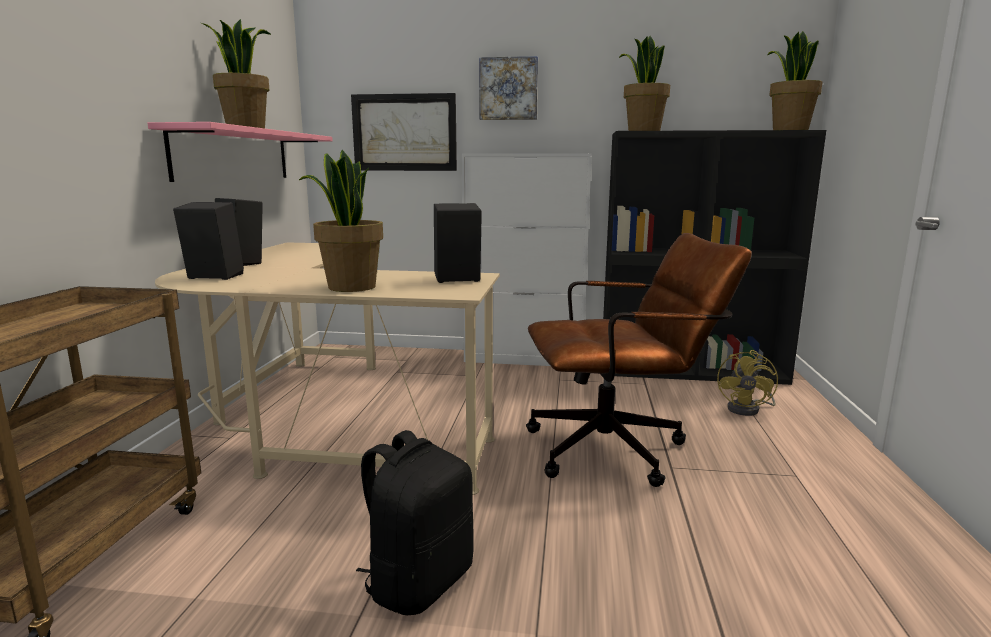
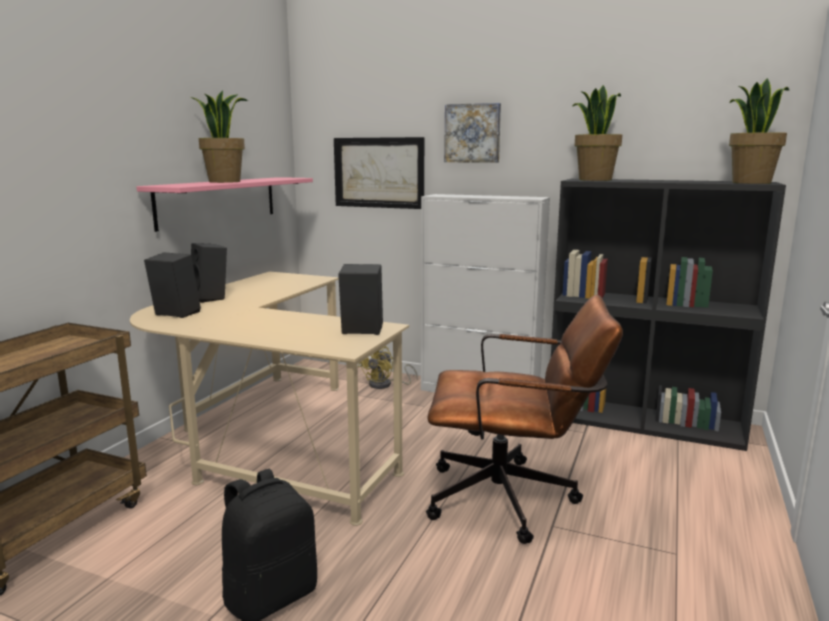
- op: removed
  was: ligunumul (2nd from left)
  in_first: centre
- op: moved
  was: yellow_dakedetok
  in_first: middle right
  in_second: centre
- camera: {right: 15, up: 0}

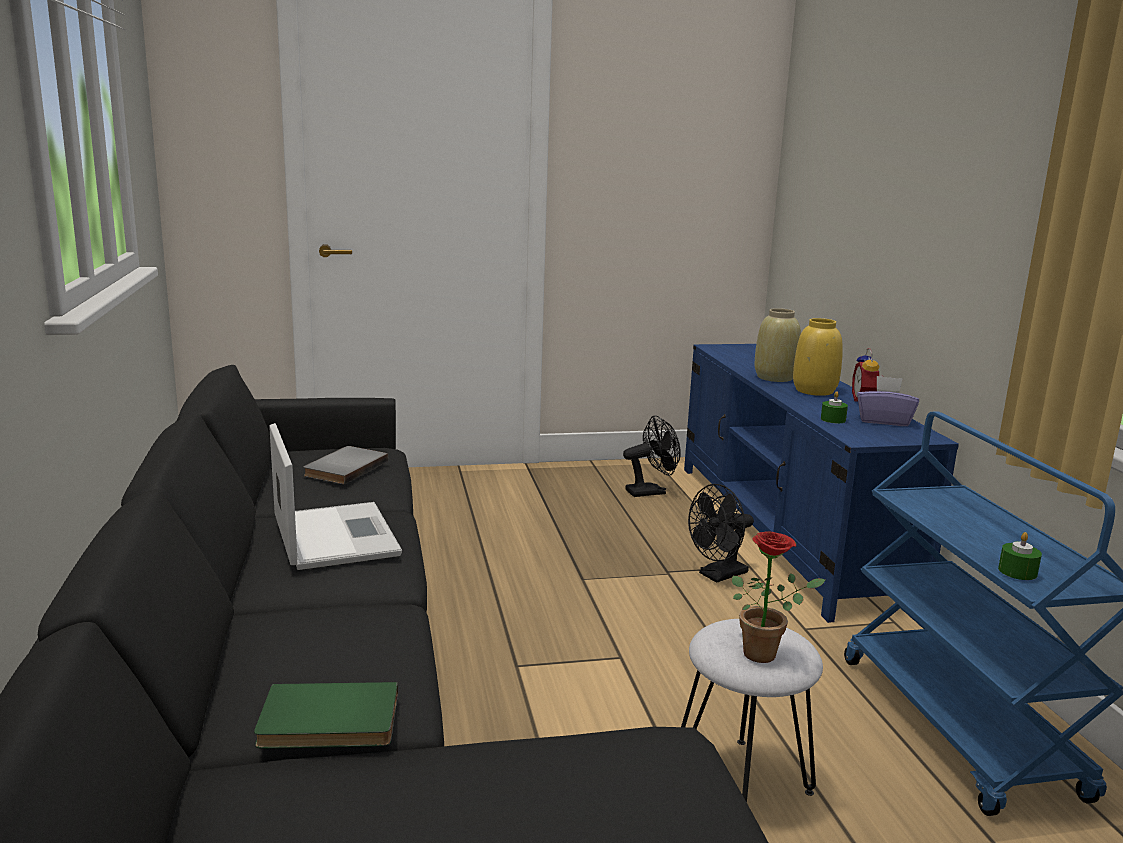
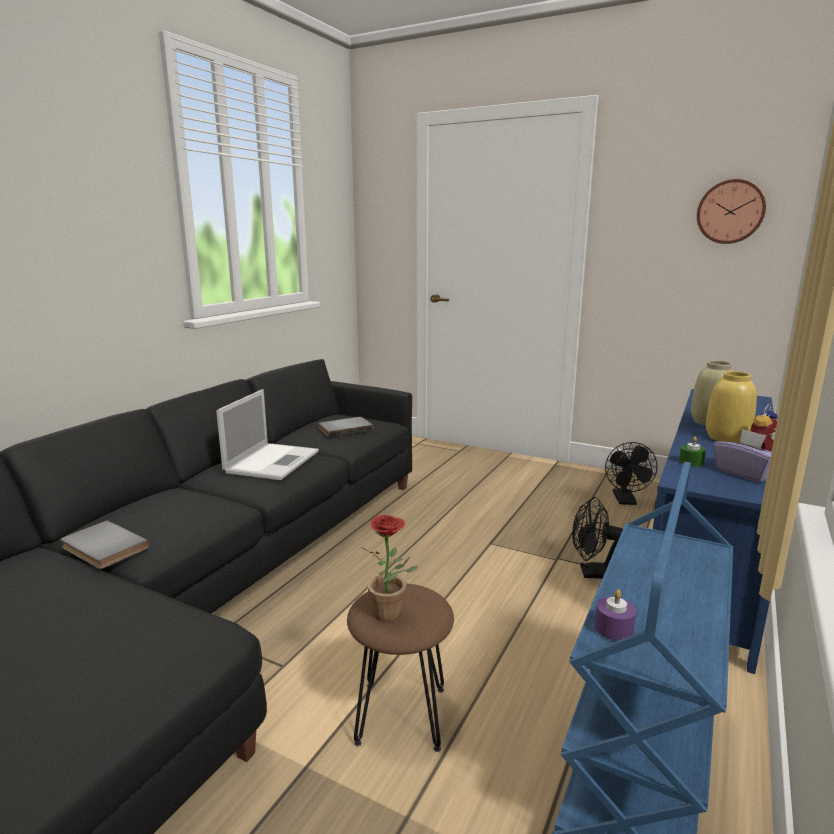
- op: turned
  was: black_dakedetok (1st from left in the first image)
  in_first: centre
  in_second: middle right
  clockwise: 75
- op: recoloured
  was: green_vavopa (2nd from left)
  now: purple_vavopa
  in_first: middle right
  in_second: bottom right
- op: recoloured
  was: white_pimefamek
  now: brown_pimefamek
  in_first: bottom right
  in_second: bottom centre
- op: recoloured
  was: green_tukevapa
  now: grey_tukevapa (1st from left)
  in_first: bottom left
  in_second: middle left
- op: added
  now: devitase
  in_second: top right
- camera: {right: 40, up: 0}

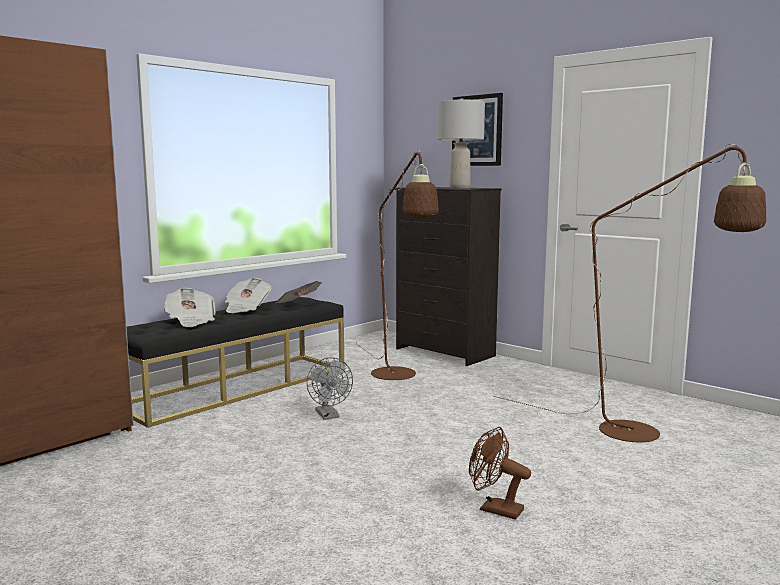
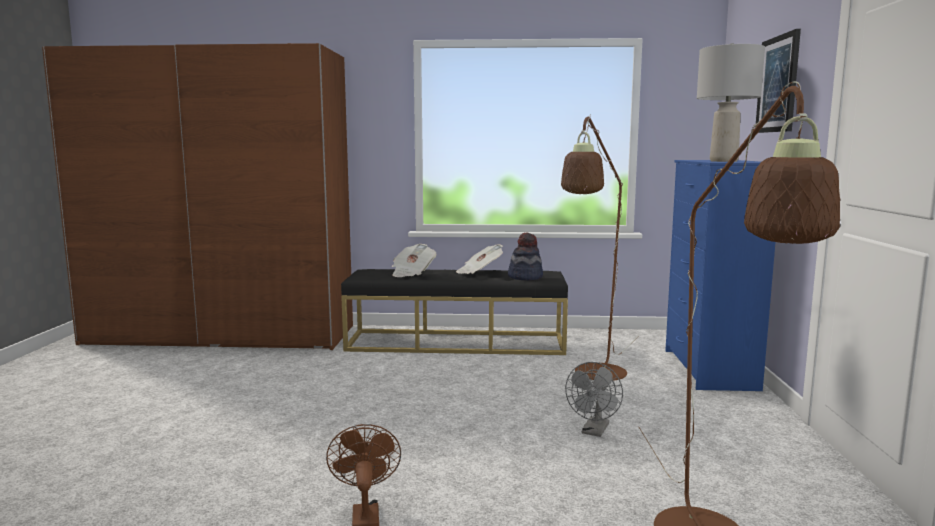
- op: recoloured
  was: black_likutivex
  now: blue_likutivex
  in_first: centre
  in_second: middle right
- op: replaced
  was: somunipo (3rd from left)
  now: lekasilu
  in_first: centre
  in_second: centre
- op: moved
  was: grey_dakedetok
  in_first: centre
  in_second: bottom centre
- camera: {right: 50, up: 0}

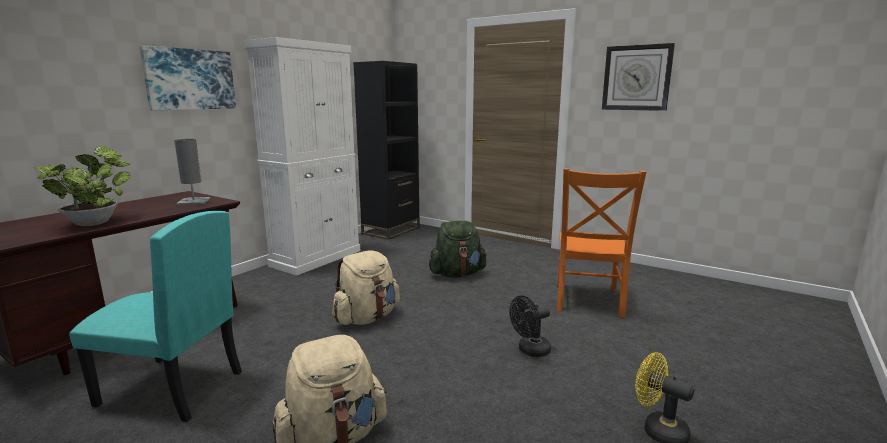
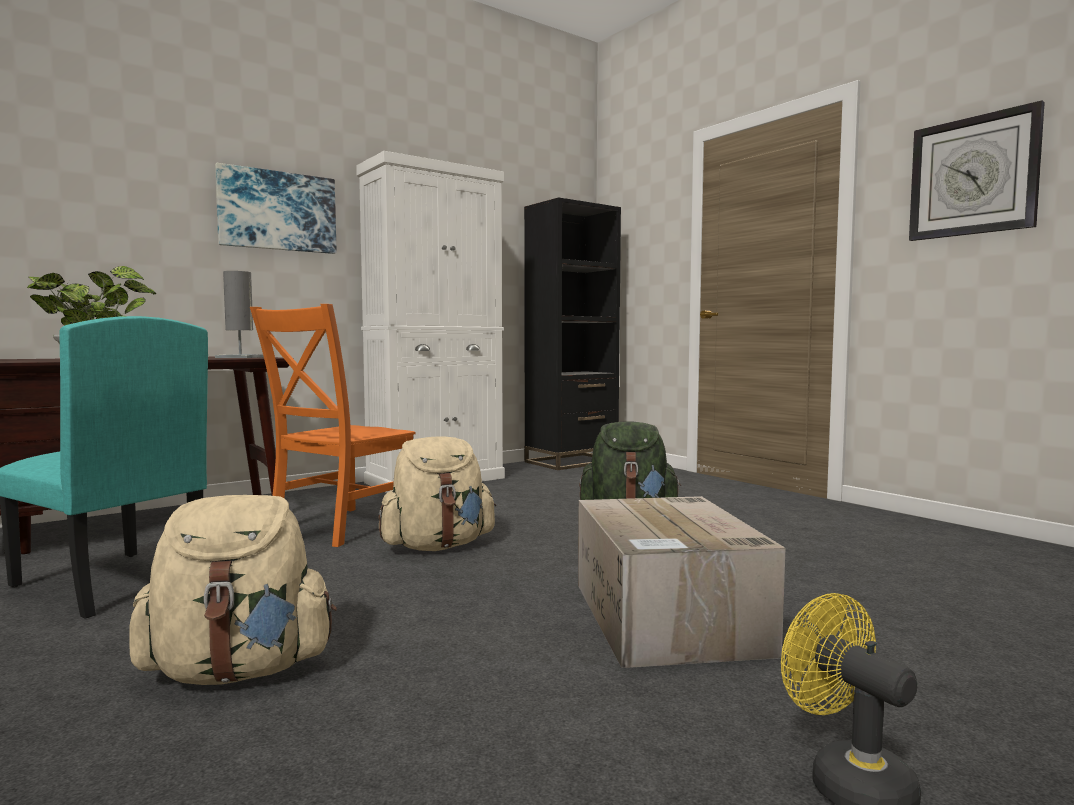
- op: moved
  was: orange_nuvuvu
  in_first: middle right
  in_second: middle left
- op: replaced
  was: black_dakedetok
  now: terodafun
  in_first: bottom centre
  in_second: bottom centre
- camera: {right: 20, up: -10}

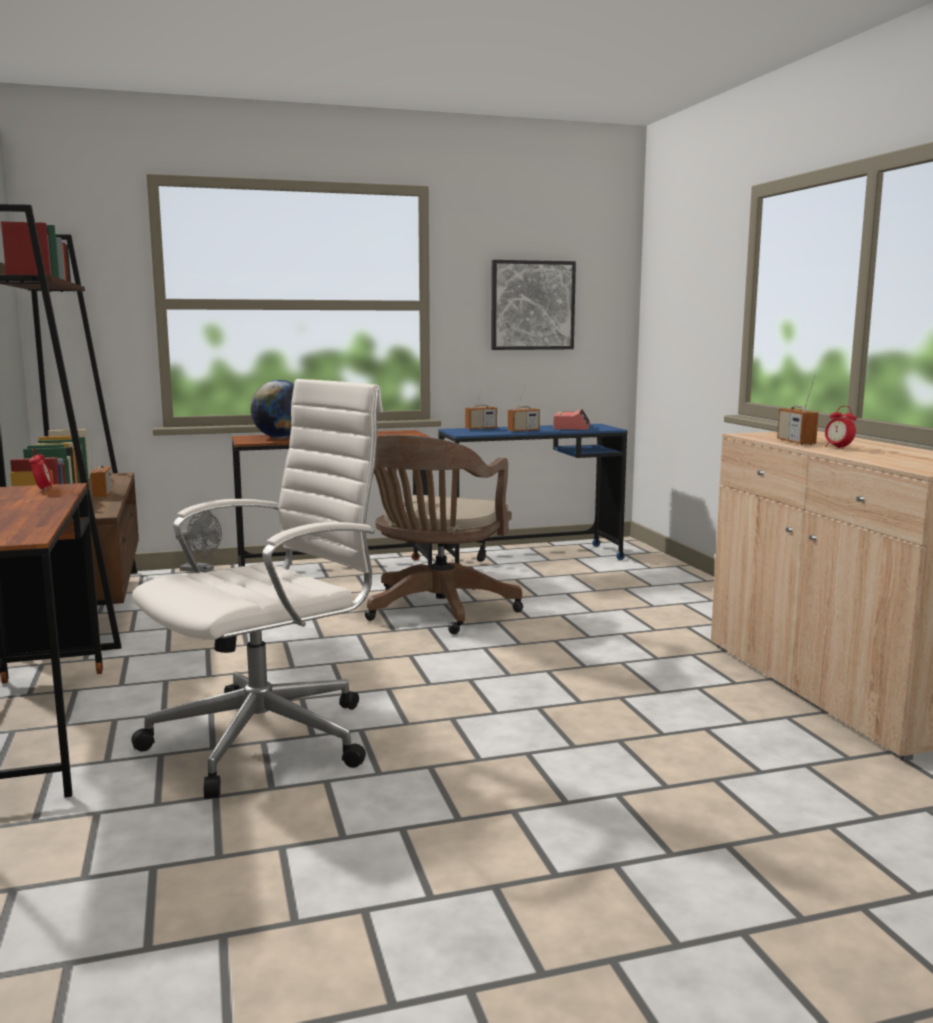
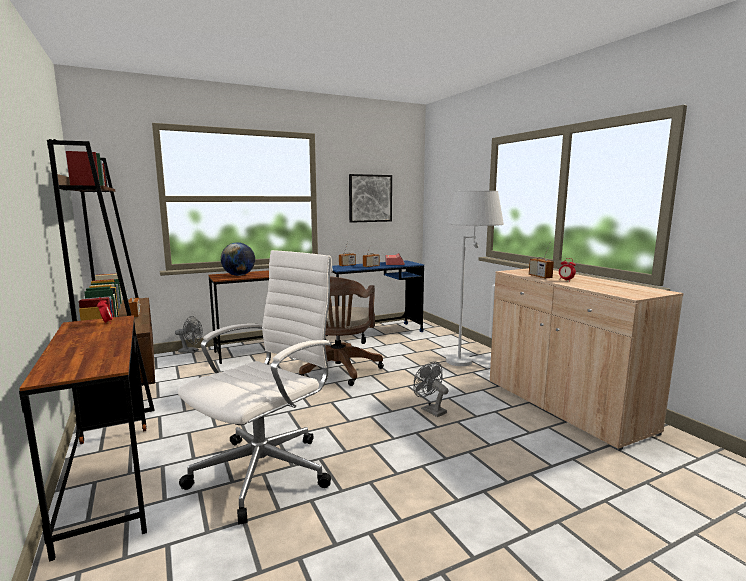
- op: added
  now: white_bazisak
  in_second: centre
- op: added
  now: grey_dakedetok (2nd from left)
  in_second: bottom centre
- camera: {right: -10, up: 0}

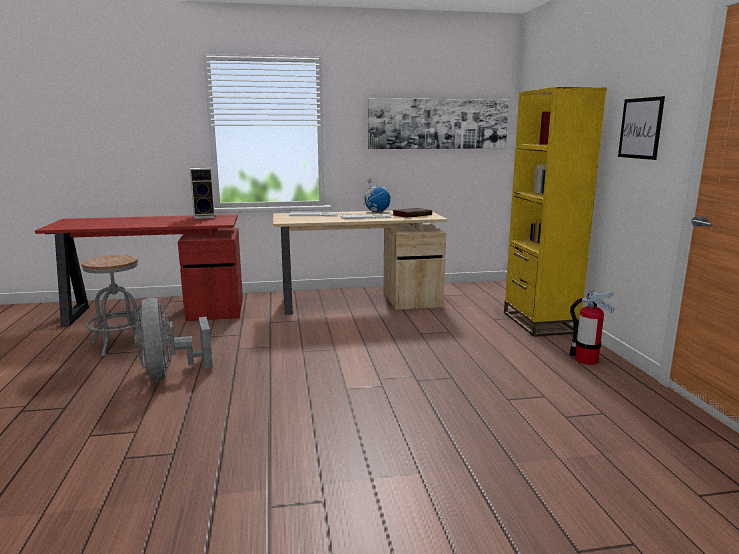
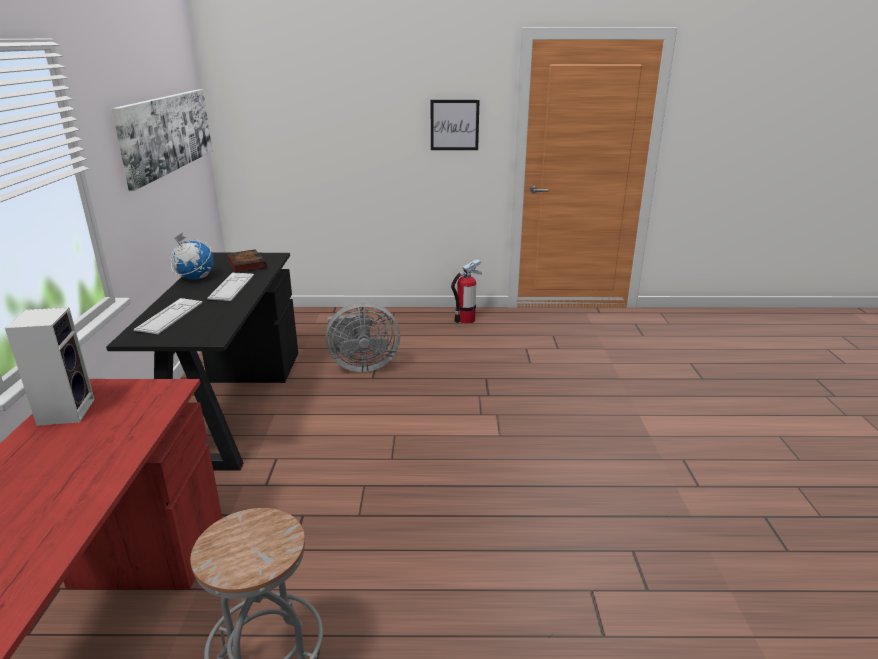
- op: removed
  was: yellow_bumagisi
  in_first: middle right
- op: recoloured
  was: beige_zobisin
  now: black_zobisin
  in_first: centre
  in_second: middle left
- op: moved
  was: grey_dakedetok
  in_first: middle left
  in_second: centre
- camera: {right: -80, up: 10}

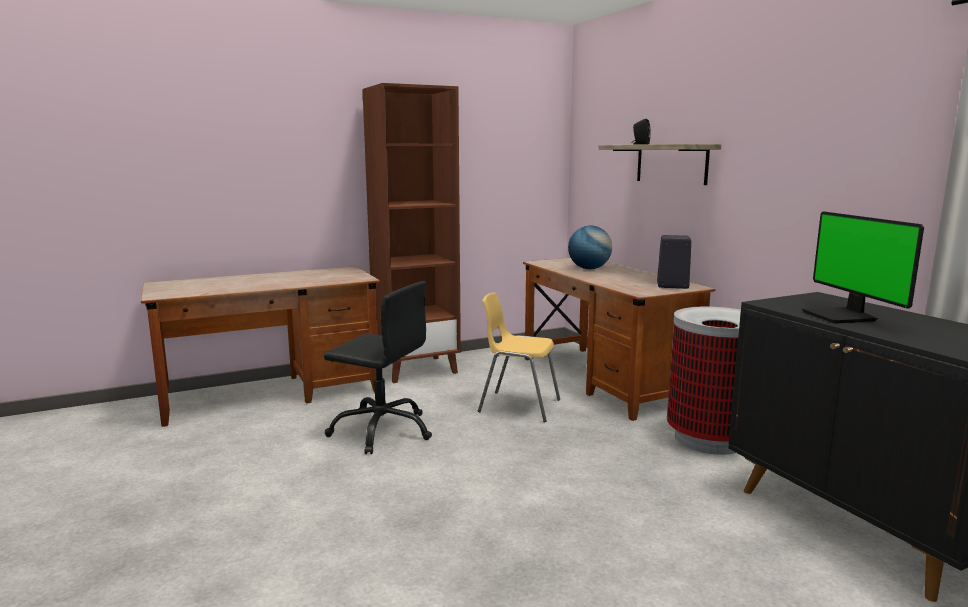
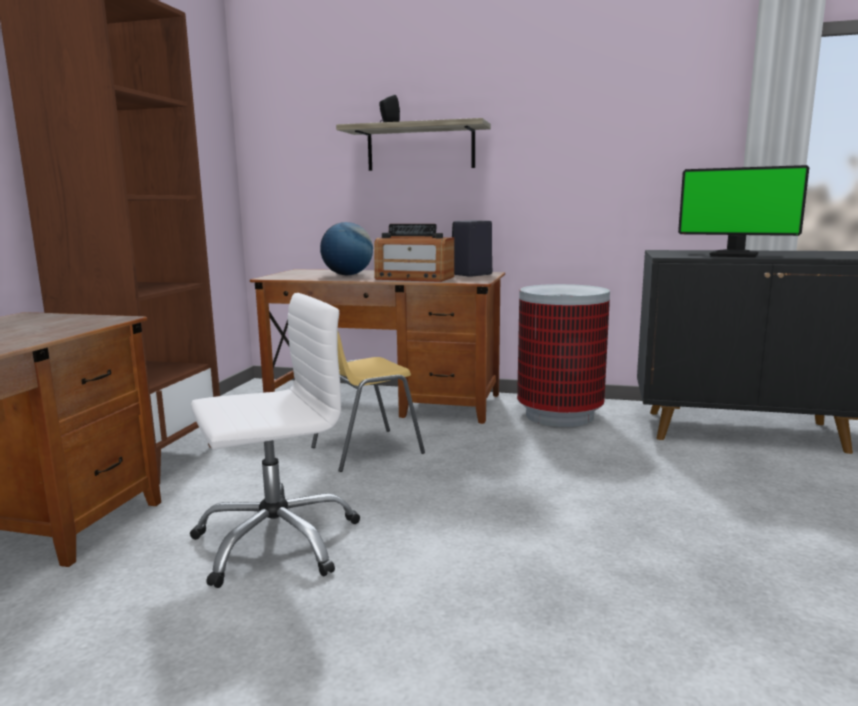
- op: recoloured
  was: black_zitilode
  now: white_zitilode
  in_first: centre
  in_second: middle left
- op: added
  now: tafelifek
  in_second: centre
- camera: {right: -50, up: 0}

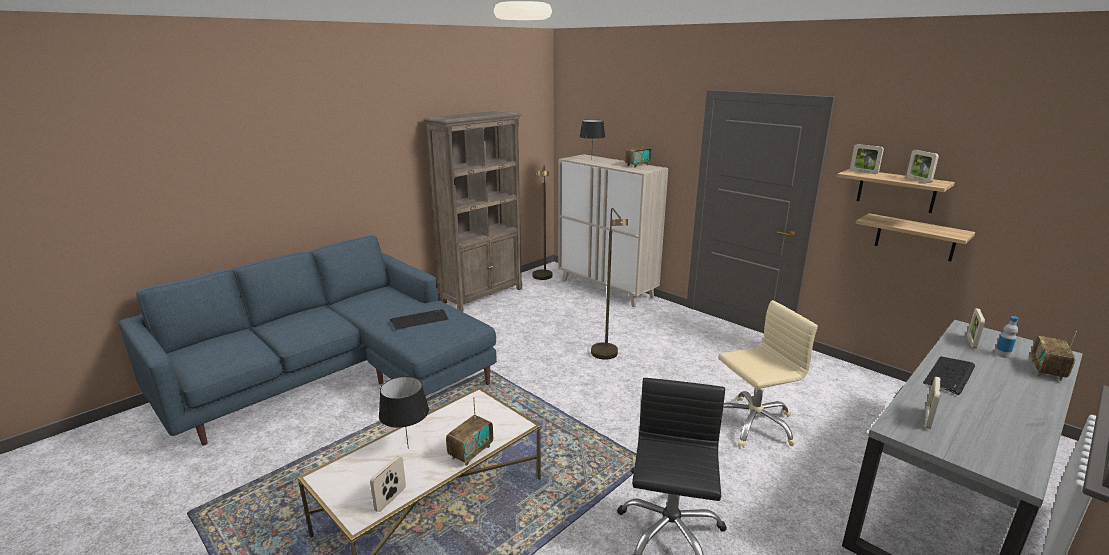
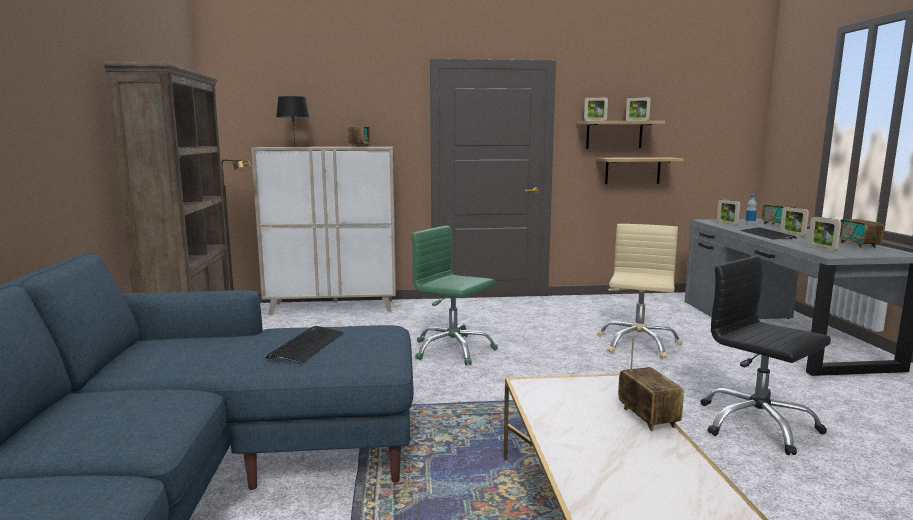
- op: replaced
  was: brown_bazisak (2nd from left)
  now: green_zitilode
  in_first: centre
  in_second: centre
- op: removed
  was: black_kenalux (1st from left)
  in_first: bottom centre
- op: moved
  was: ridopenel (1st from left in the first image)
  now: ridopenel (4th from left)
  in_first: bottom centre
  in_second: middle right
- op: added
  now: tafelifek (4th from left)
  in_second: middle right
- camera: {right: -50, up: -10}

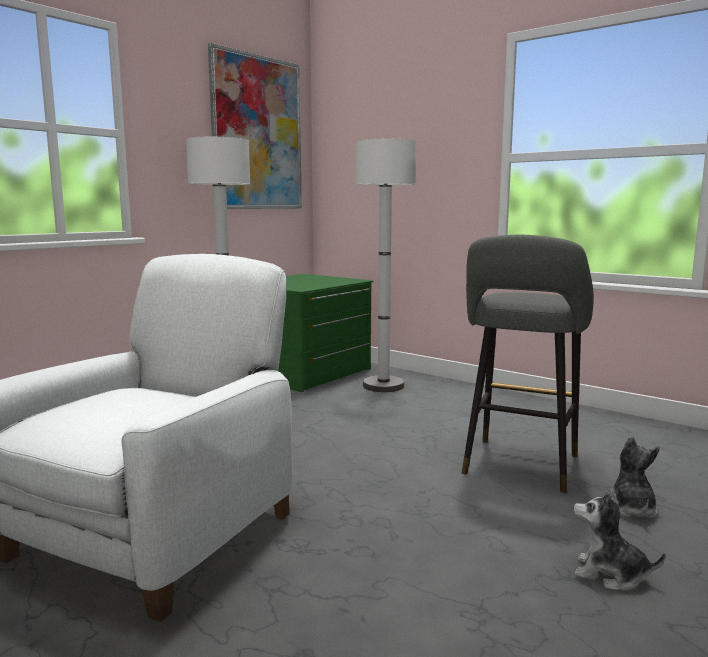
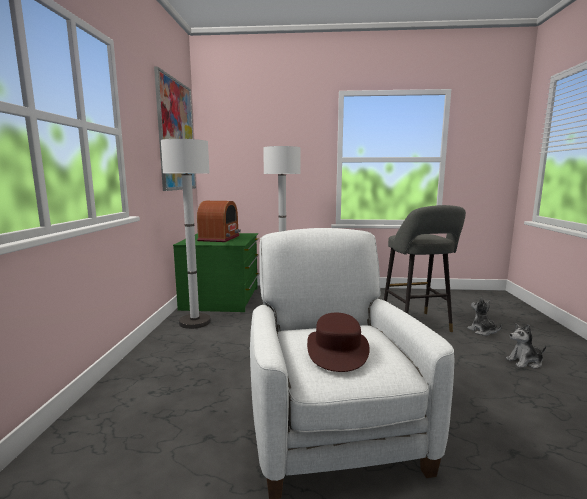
- op: added
  now: tafelifek
  in_second: centre
- op: added
  now: brown_lekasilu
  in_second: bottom centre
- camera: {right: -35, up: 0}

